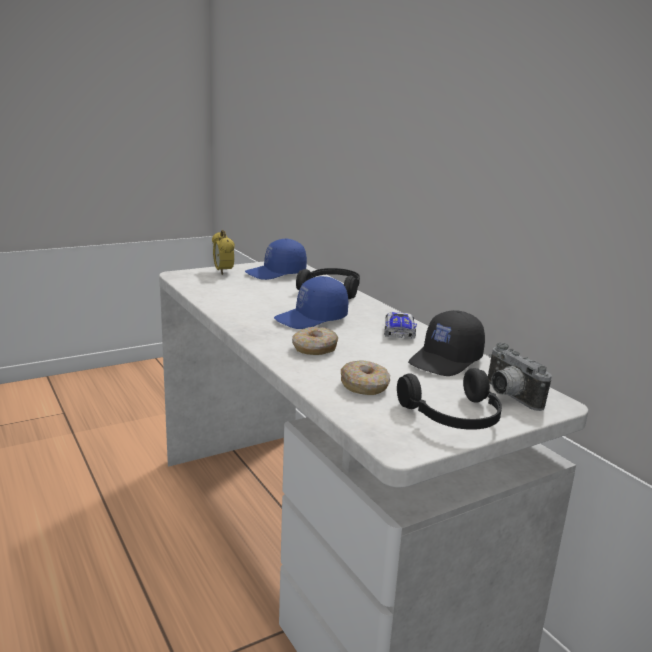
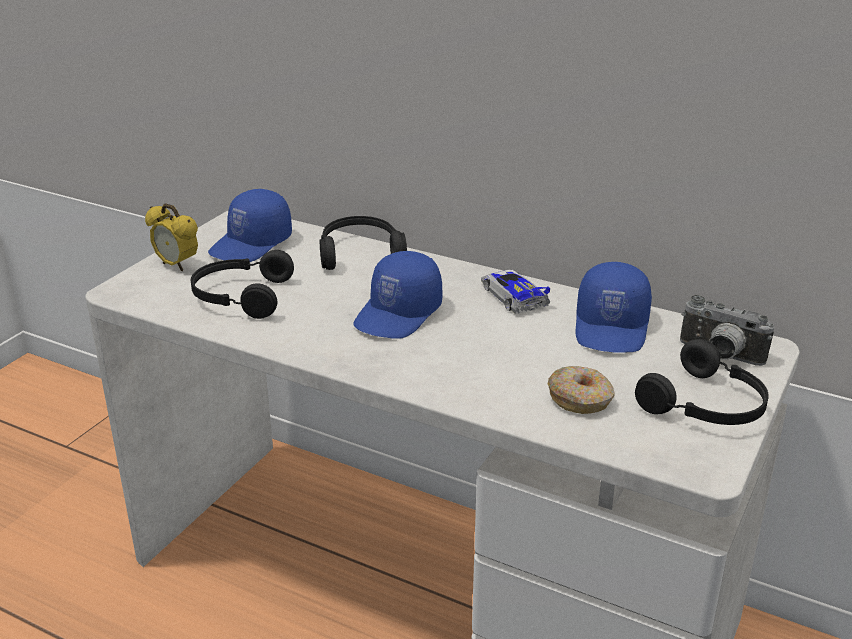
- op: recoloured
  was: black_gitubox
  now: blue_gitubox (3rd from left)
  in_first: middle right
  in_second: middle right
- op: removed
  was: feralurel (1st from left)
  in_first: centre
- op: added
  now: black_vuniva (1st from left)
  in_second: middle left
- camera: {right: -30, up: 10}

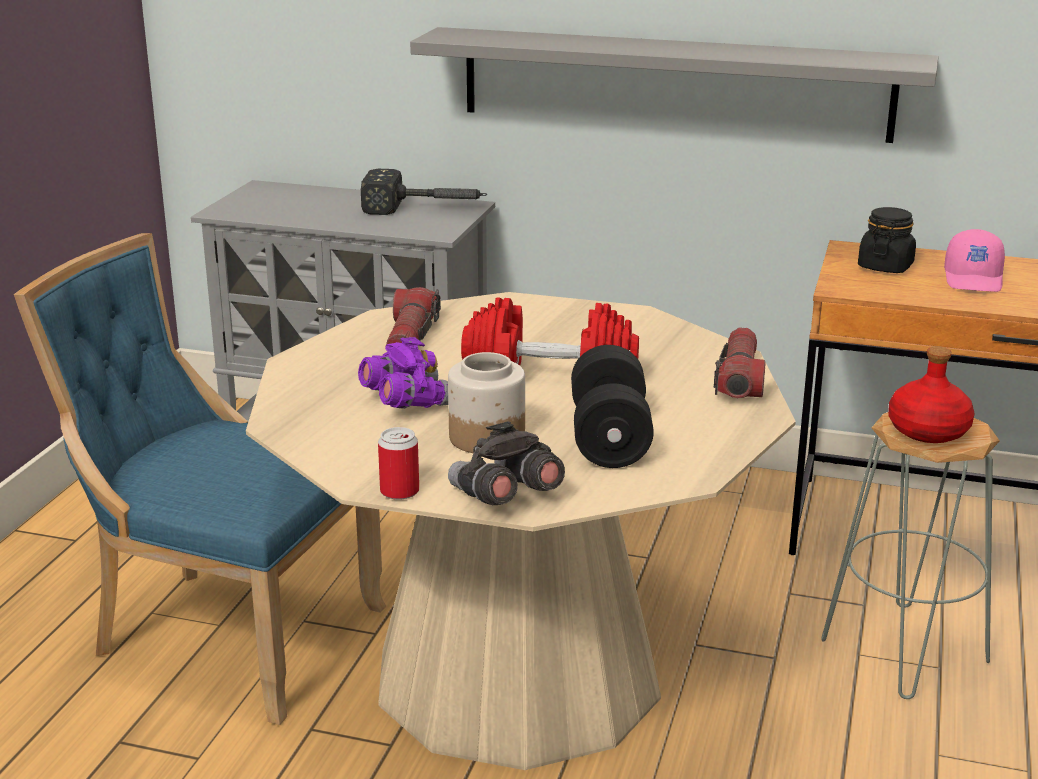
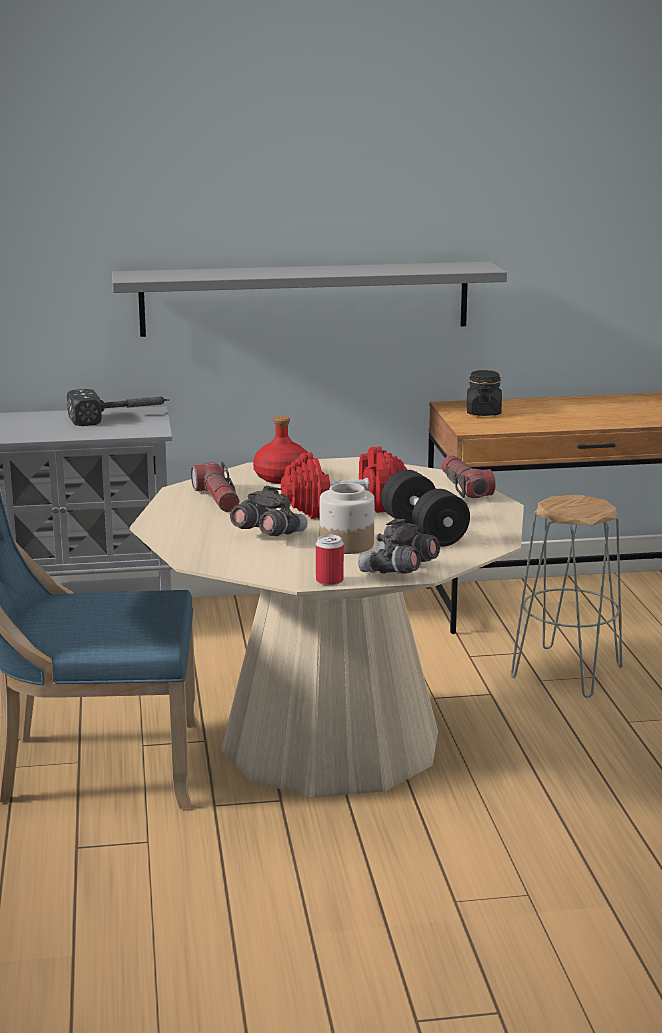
- op: removed
  was: pink_gitubox
  in_first: middle right
- op: recoloured
  was: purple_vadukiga
  now: grey_vadukiga (1st from left)
  in_first: centre
  in_second: centre
- op: moved
  was: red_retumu
  in_first: middle right
  in_second: centre
- camera: {right: -25, up: -5}

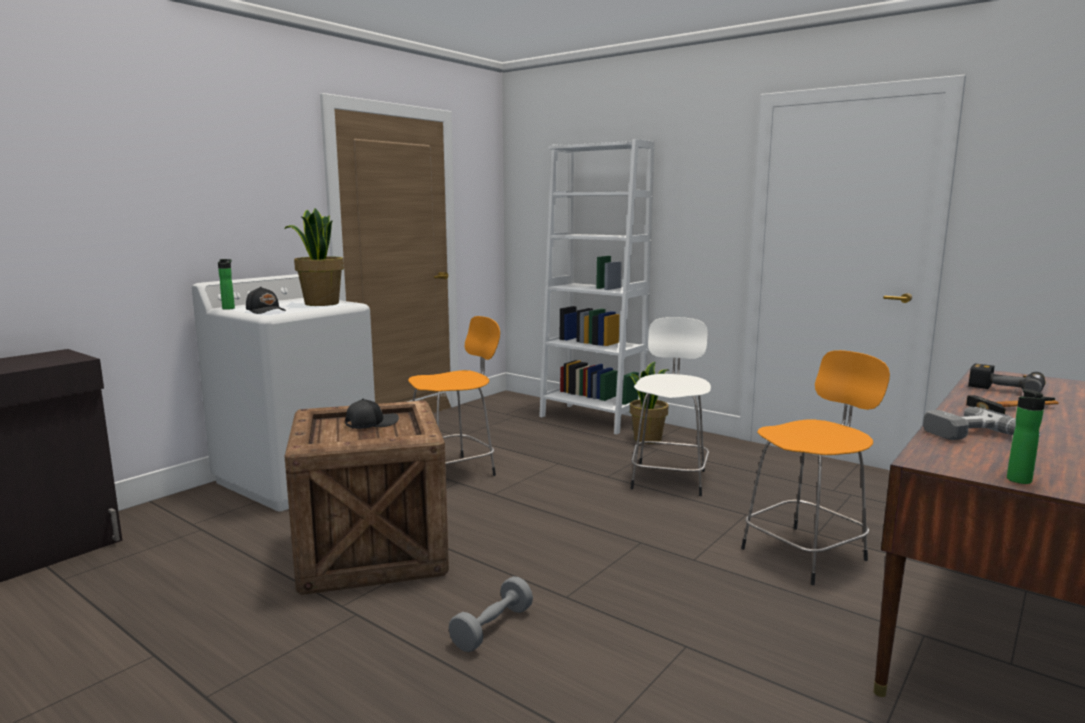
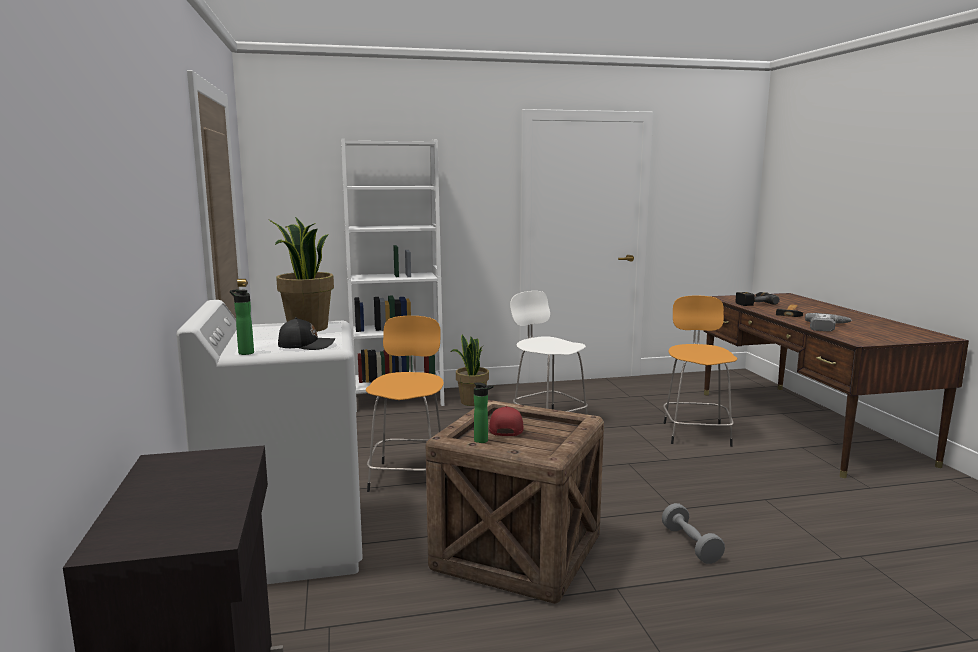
- op: moved
  was: retumu (2nd from left)
  in_first: middle right
  in_second: centre
- op: recoloured
  was: black_gitubox (2nd from left)
  now: red_gitubox
  in_first: centre
  in_second: centre
- camera: {right: -50, up: 0}

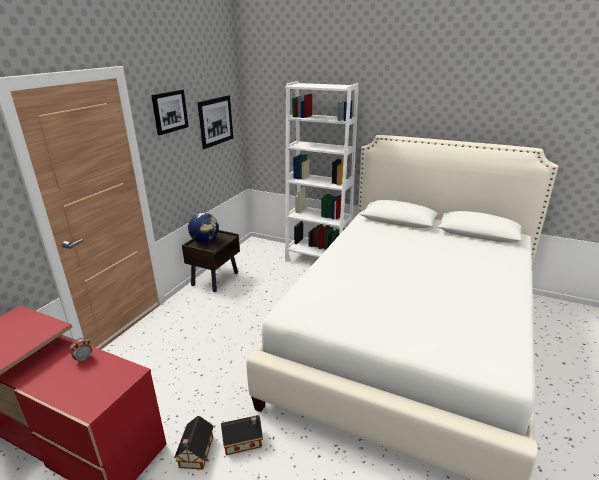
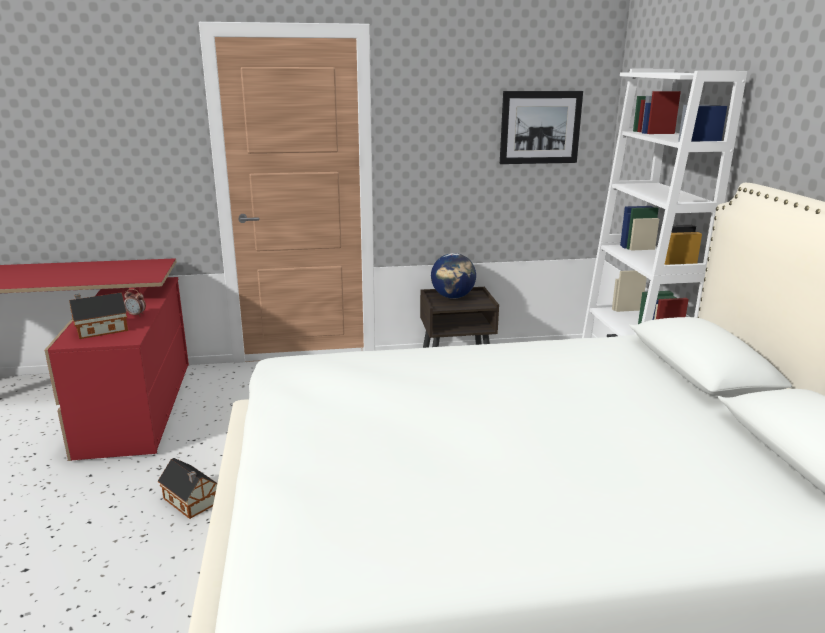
- op: removed
  was: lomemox (1st from left)
  in_first: top left
- op: moved
  was: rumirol (1st from left)
  in_first: bottom left
  in_second: middle left
- camera: {right: 55, up: -5}

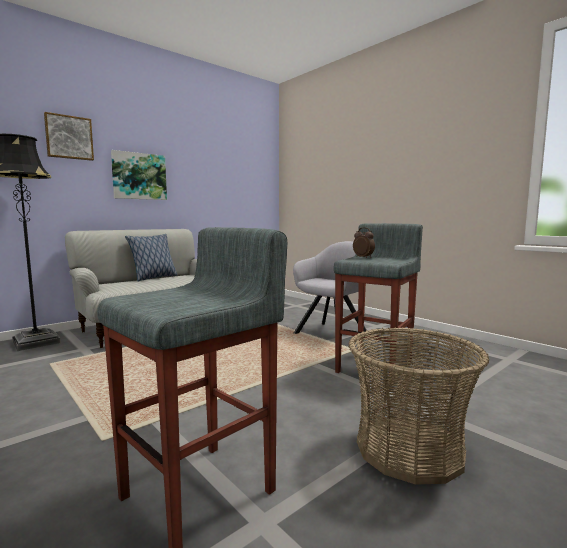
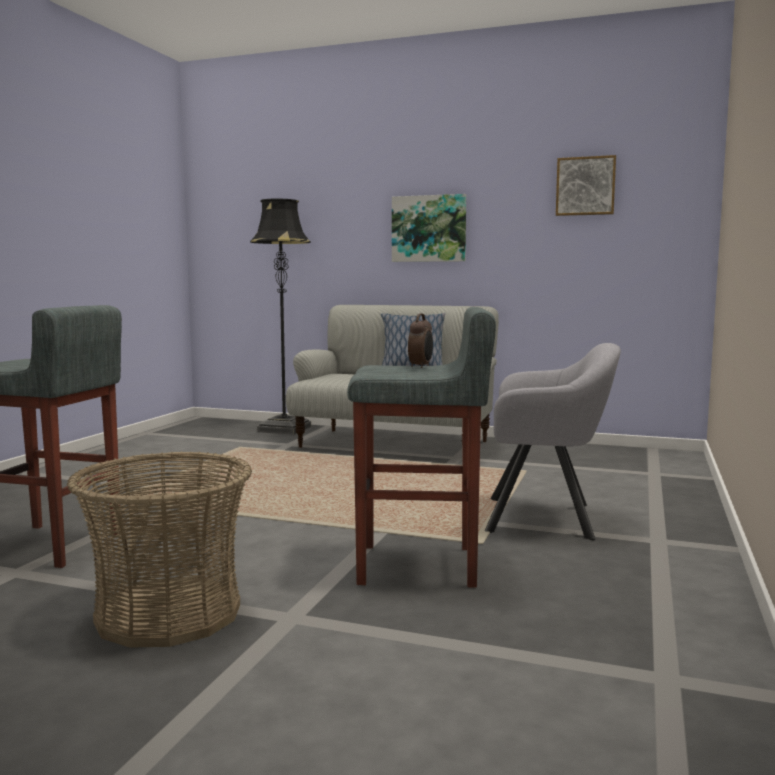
- op: moved
  was: lomemox (1st from left in the first image)
  now: lomemox (2nd from left)
  in_first: top left
  in_second: top right
- camera: {right: 60, up: 0}

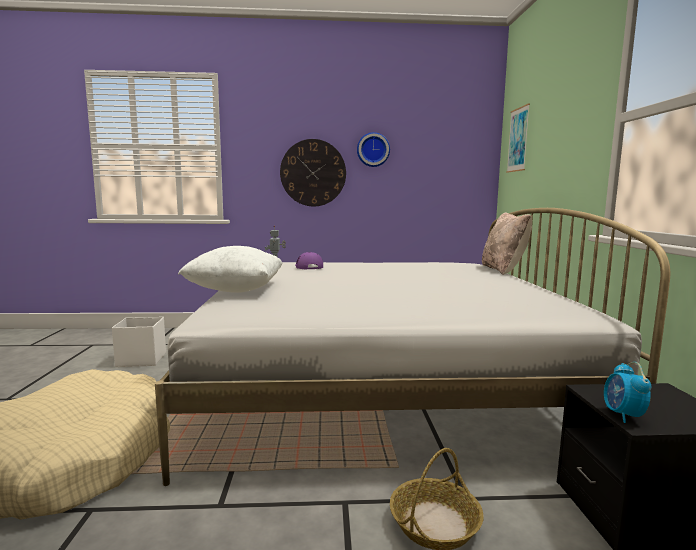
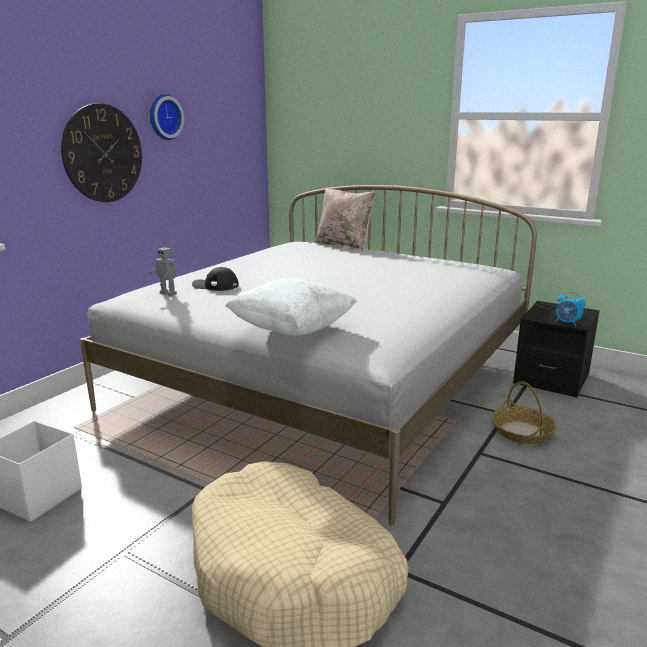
- op: removed
  was: lomemox
  in_first: top right
- op: recoloured
  was: purple_gitubox
  now: black_gitubox
  in_first: centre
  in_second: middle left
- camera: {right: -55, up: 10}

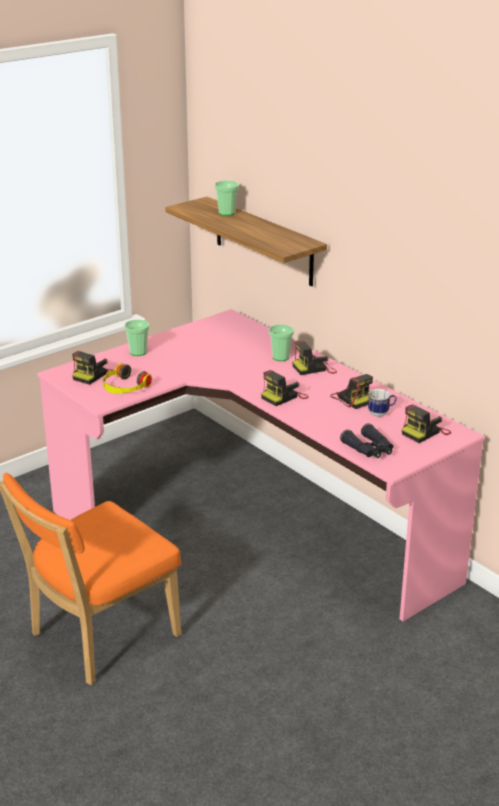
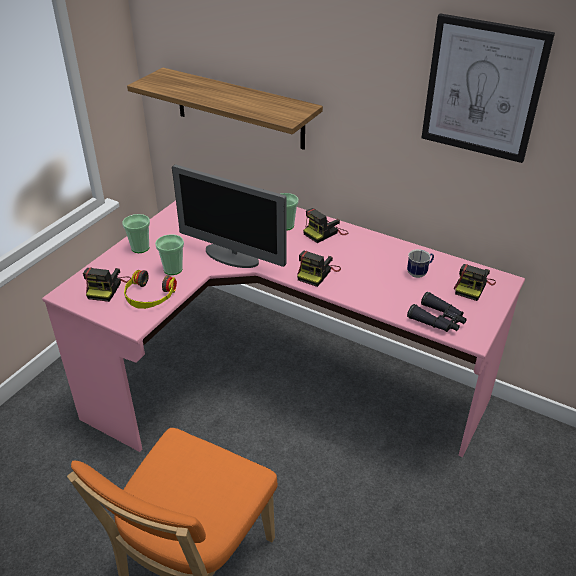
- op: moved
  was: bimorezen (2nd from left)
  in_first: top centre
  in_second: middle left
- op: removed
  was: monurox (4th from left)
  in_first: middle right
- op: added
  now: lomemox
  in_second: top right
- op: added
  now: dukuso
  in_second: centre
- camera: {right: -20, up: 10}

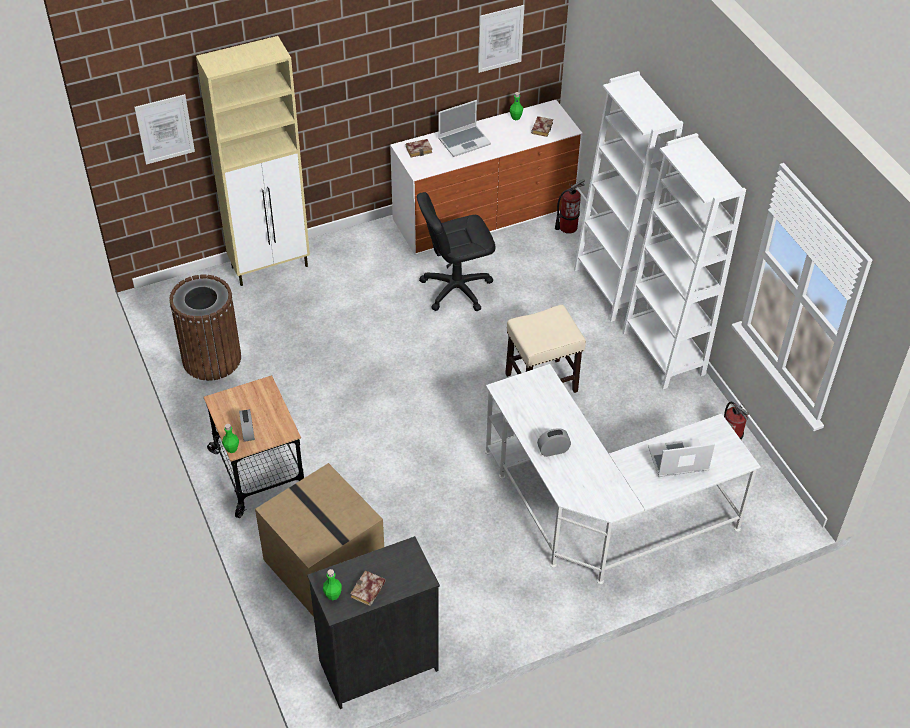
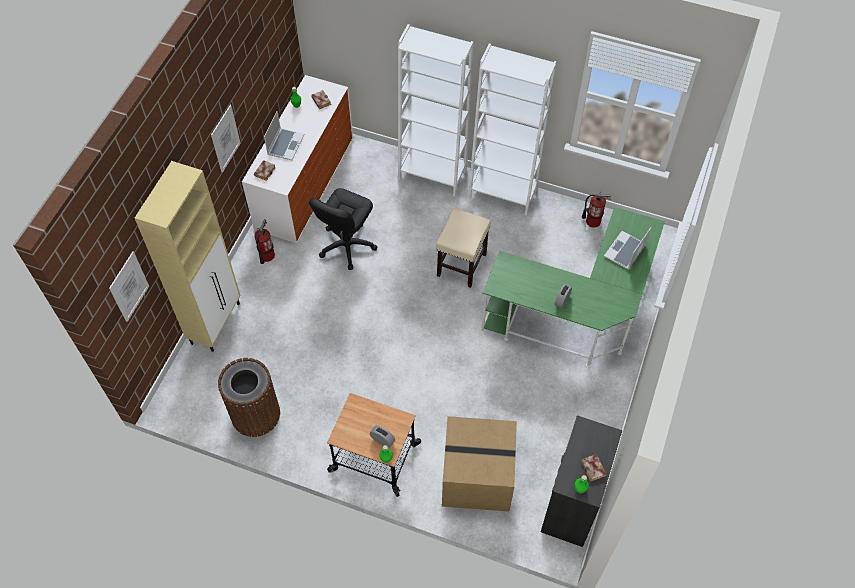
- op: moved
  was: lomemox (2nd from left)
  in_first: top centre
  in_second: top left
- op: moved
  was: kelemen (1st from left)
  in_first: top centre
  in_second: middle left
- op: recoloured
  was: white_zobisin
  now: green_zobisin
  in_first: middle right
  in_second: middle right
- camera: {right: -45, up: 10}

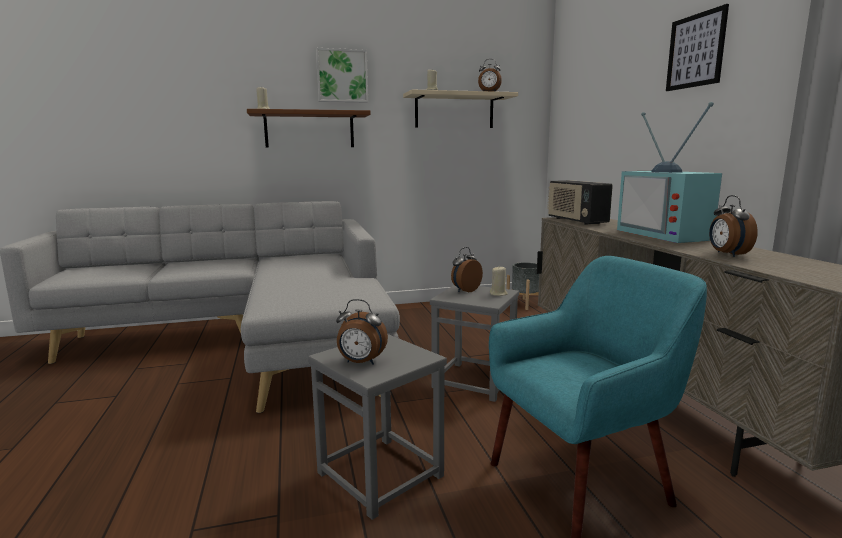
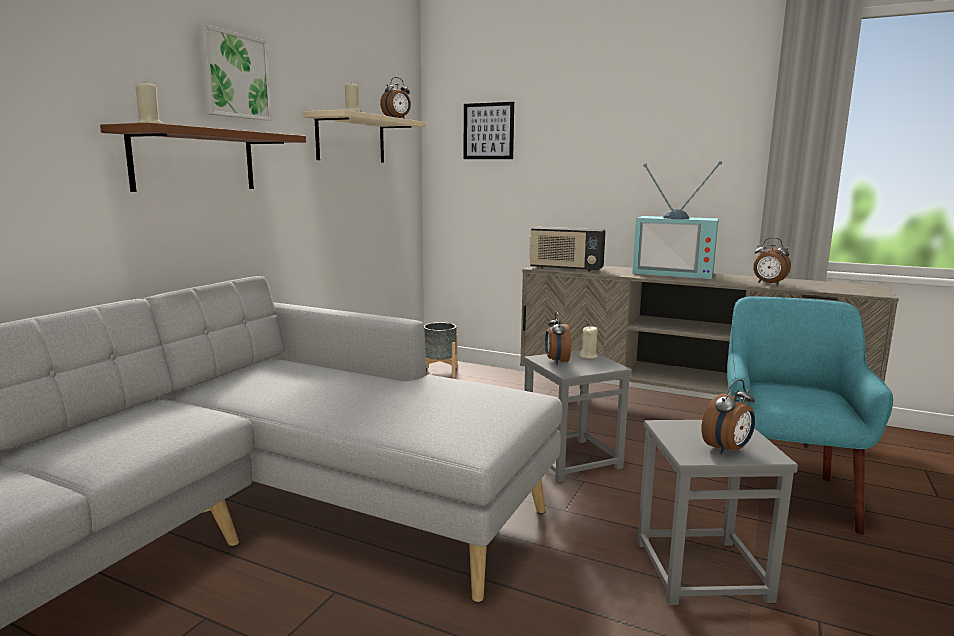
- op: moved
  was: lomemox (2nd from left)
  in_first: top right
  in_second: top centre
- camera: {right: -50, up: 0}

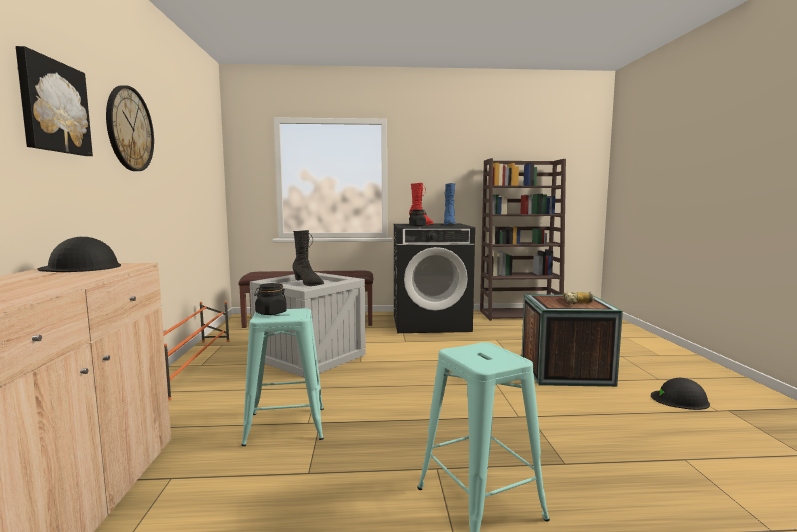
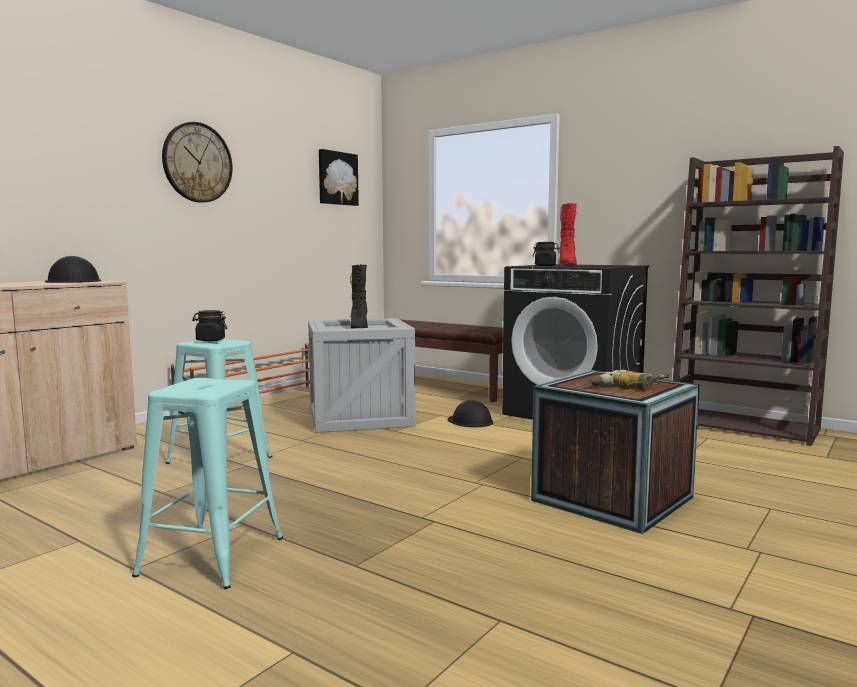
- op: moved
  was: lomemox
  in_first: top left
  in_second: top centre
- op: removed
  was: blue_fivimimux
  in_first: centre
- op: moved
  was: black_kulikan (2nd from left)
  in_first: bottom right
  in_second: centre
- camera: {right: 40, up: 0}

